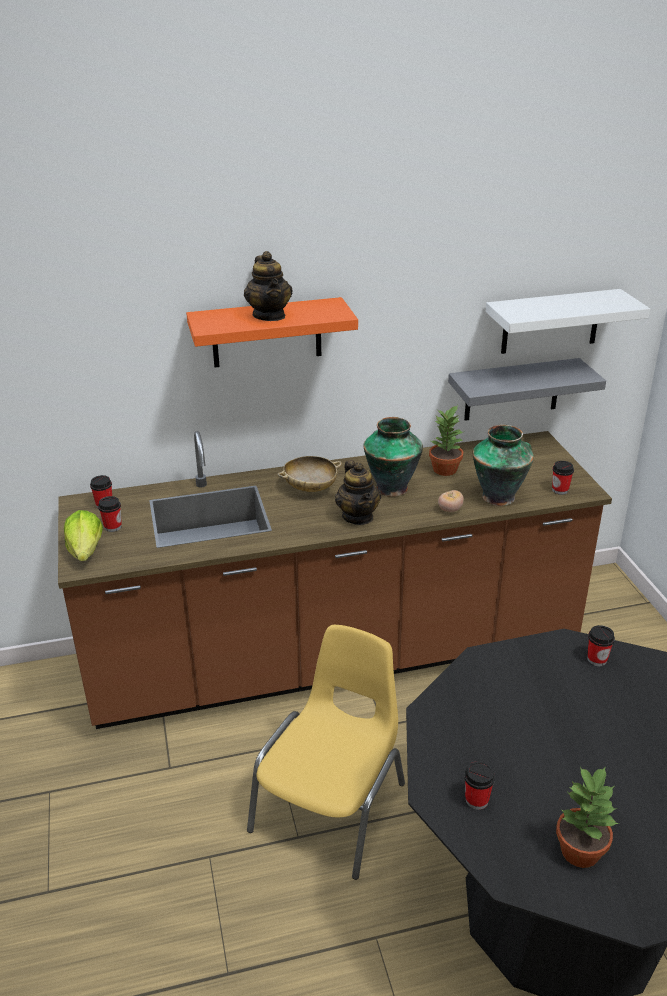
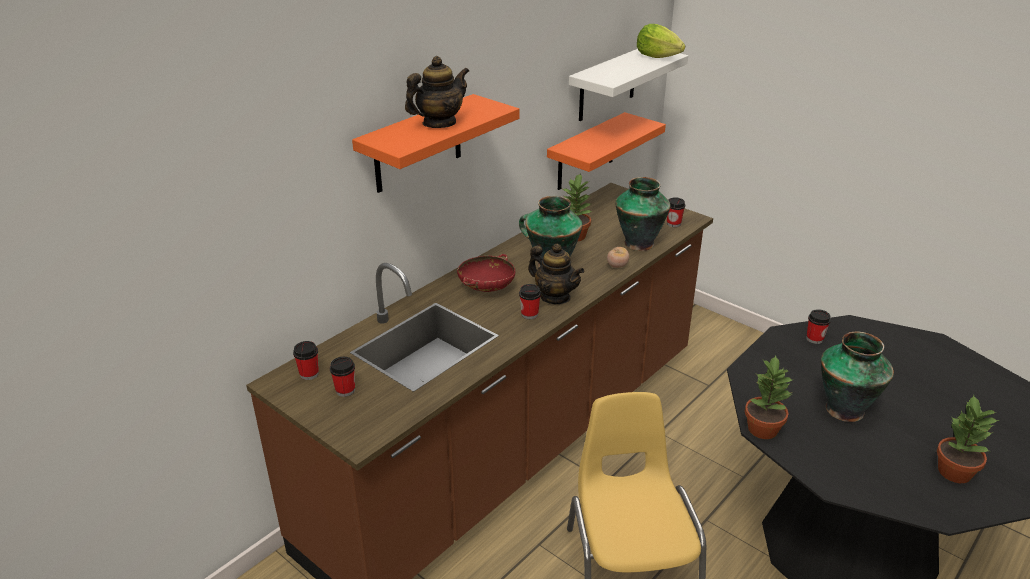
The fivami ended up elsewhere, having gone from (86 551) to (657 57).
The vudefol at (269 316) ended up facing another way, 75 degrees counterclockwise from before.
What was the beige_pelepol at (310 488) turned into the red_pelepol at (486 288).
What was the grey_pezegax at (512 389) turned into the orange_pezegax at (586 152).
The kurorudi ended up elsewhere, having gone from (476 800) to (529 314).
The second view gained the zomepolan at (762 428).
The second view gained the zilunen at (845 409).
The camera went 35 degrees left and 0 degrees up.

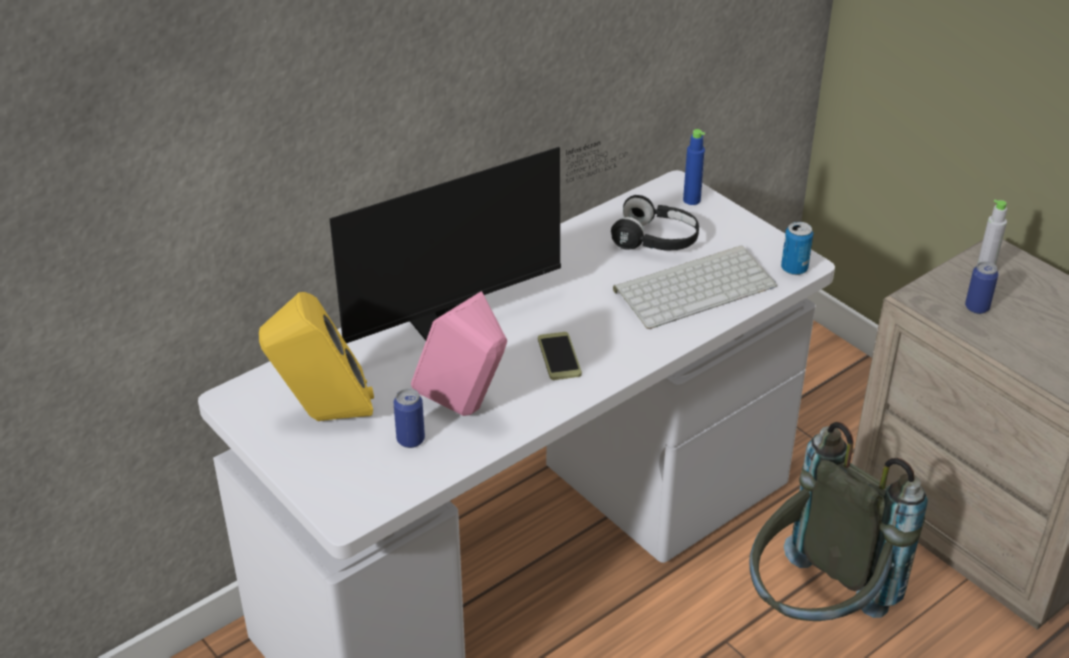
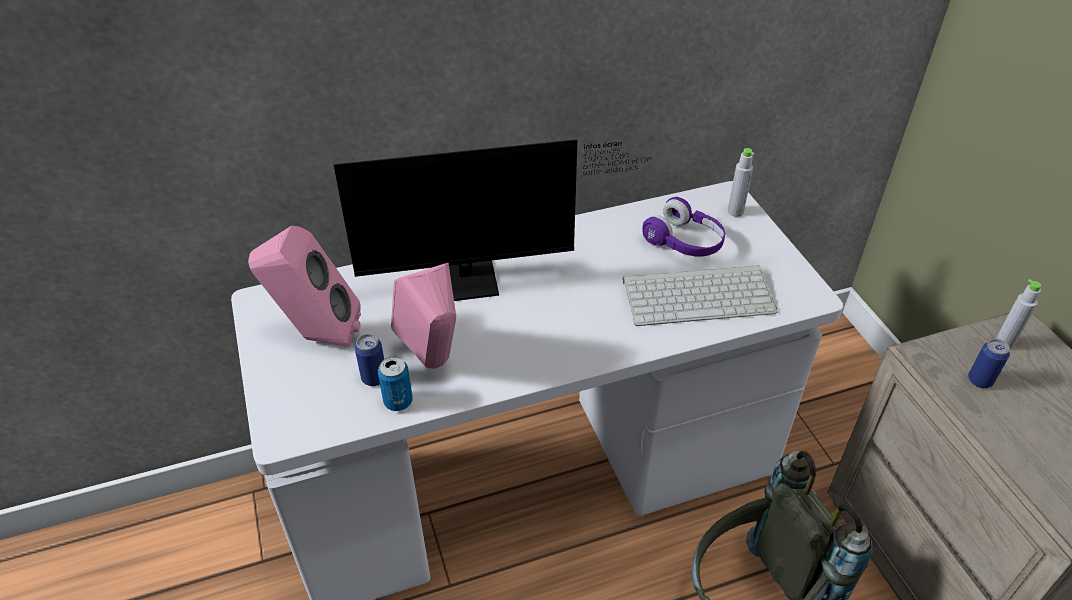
What was the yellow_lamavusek at (323 417) turned into the pink_lamavusek at (317 337).
The second view lost the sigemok at (559 357).
What was the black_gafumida at (656 240) turned into the purple_gafumida at (684 242).
What was the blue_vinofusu at (691 200) turned into the grey_vinofusu at (735 211).
The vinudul ended up elsewhere, having gone from (794 269) to (398 401).
The camera went 20 degrees right and 5 degrees up.

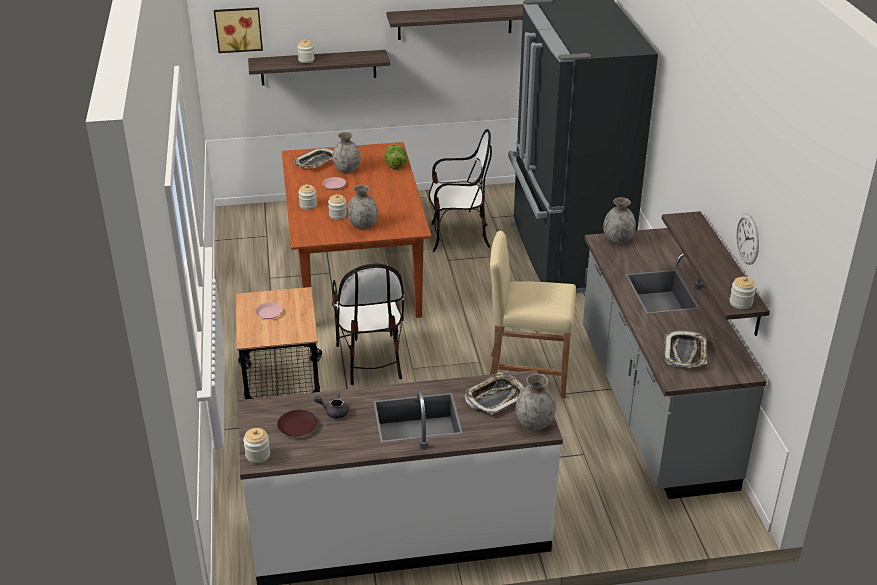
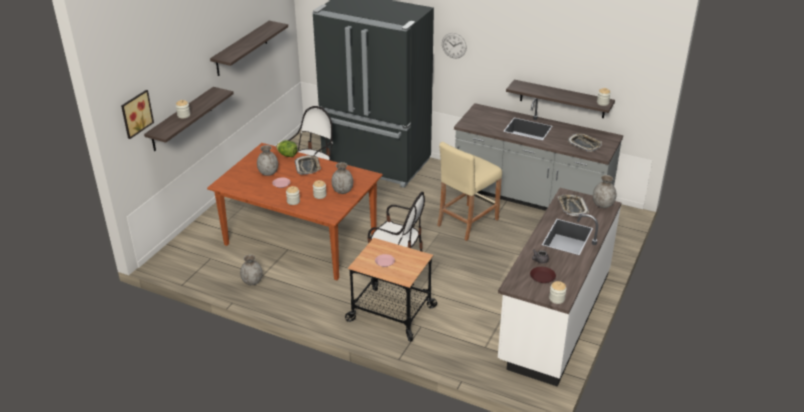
The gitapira ended up elsewhere, having gone from (316 162) to (308 167).
The grey_zilunen ended up elsewhere, having gone from (617 239) to (252 281).
The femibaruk ended up elsewhere, having gone from (748 239) to (454 45).
The camera went 55 degrees left and 0 degrees up.

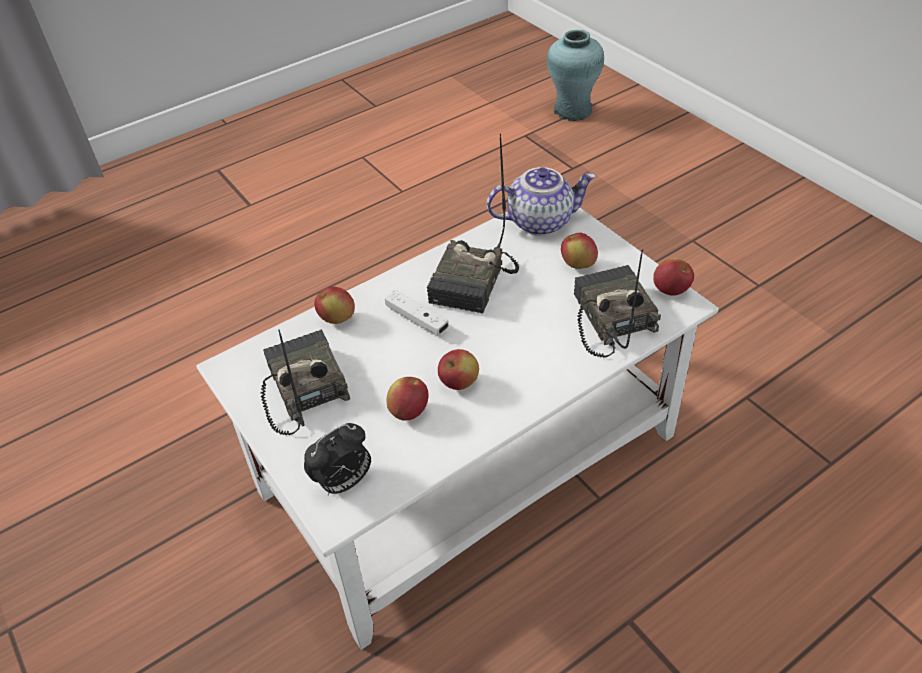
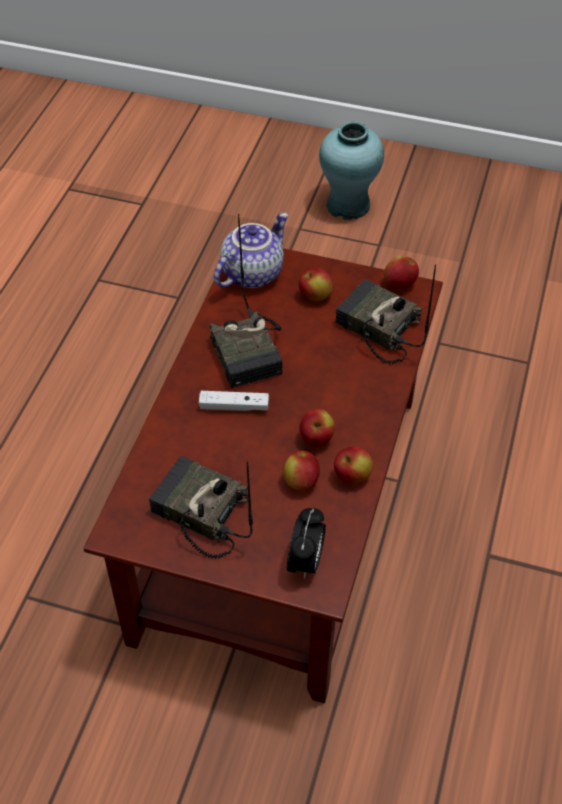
What was the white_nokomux at (471 462) turned into the brown_nokomux at (280 511).
The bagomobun ended up elsewhere, having gone from (337 319) to (352 476).
The turquoise_zilunen ended up elsewhere, having gone from (573 111) to (348 205).
The camera went 40 degrees left and 5 degrees up.

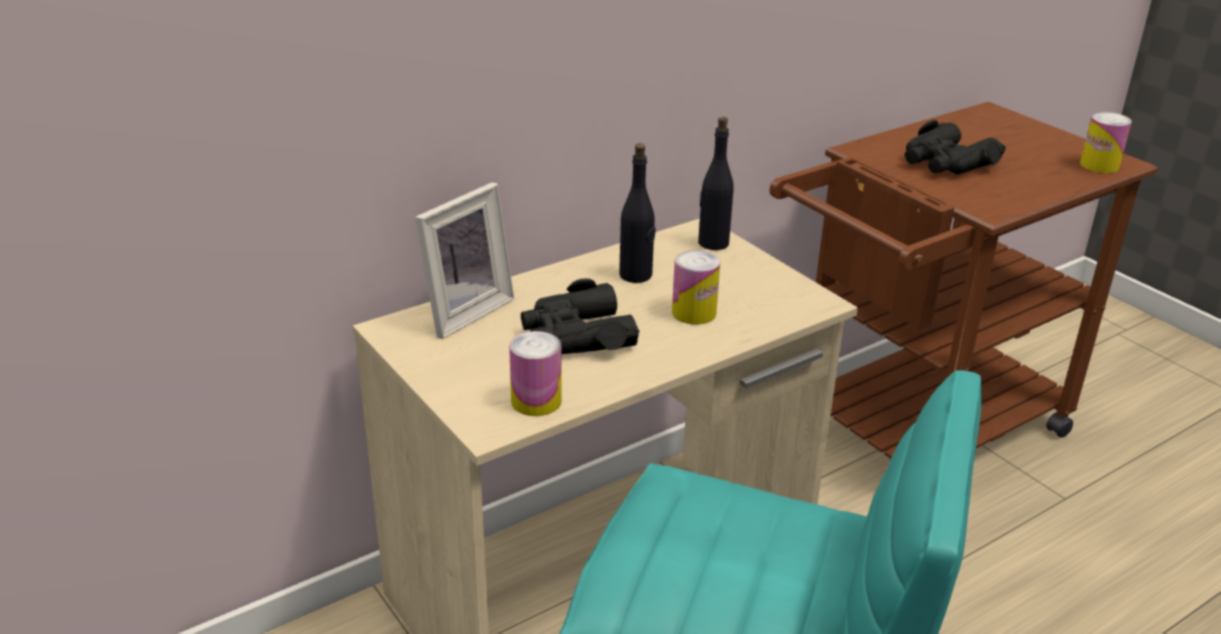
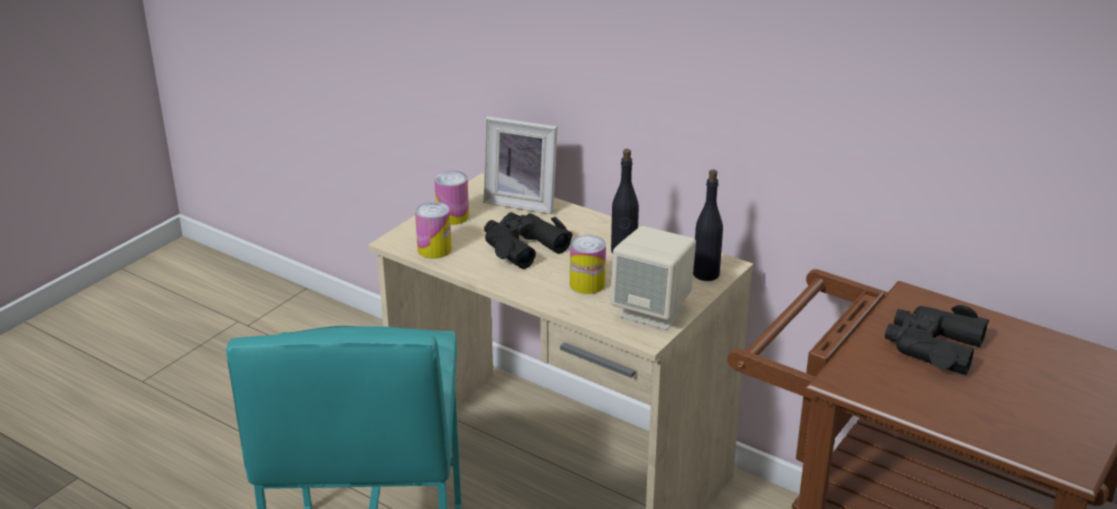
The vinudul ended up elsewhere, having gone from (1099 165) to (452 216).
The second view gained the beige_lamavusek at (652 311).
The camera went 70 degrees right and 0 degrees up.

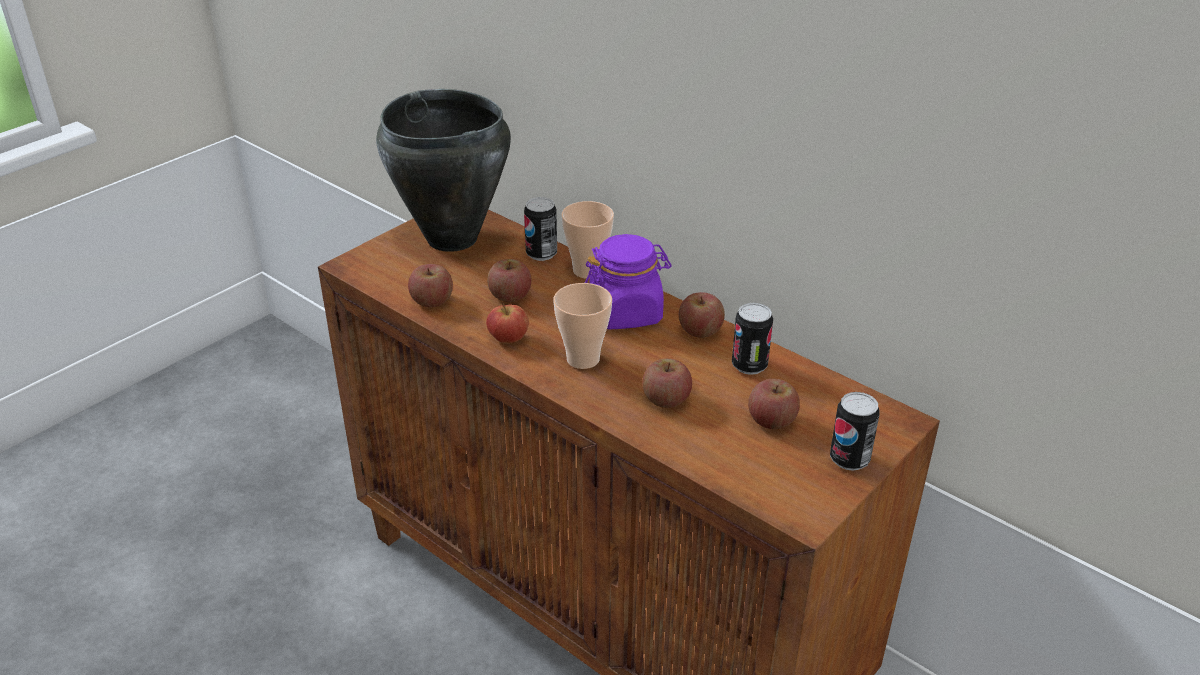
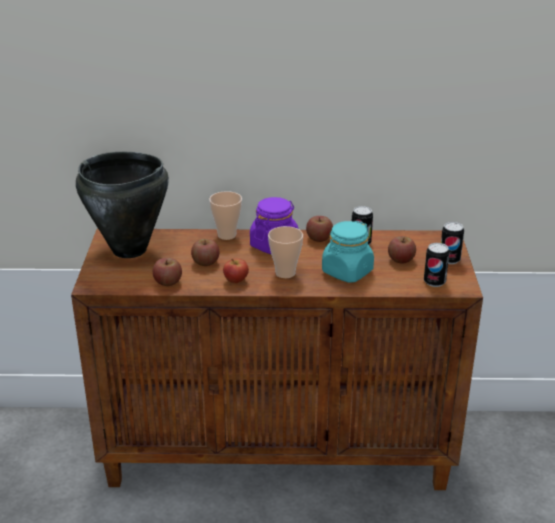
The vinudul ended up elsewhere, having gone from (541 253) to (434 282).
Where the bagomobun stood at (666 399), the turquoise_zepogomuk came to stand at (347 272).
The camera went 40 degrees left and 5 degrees down.

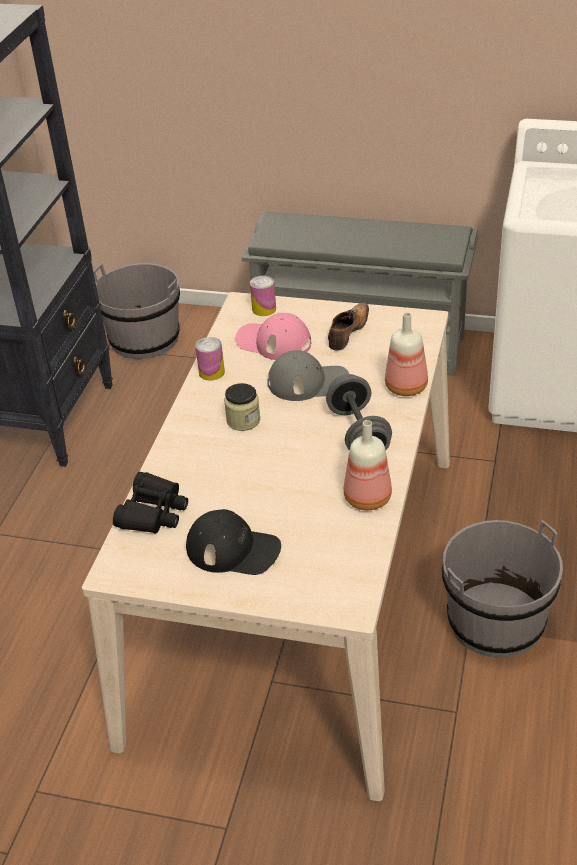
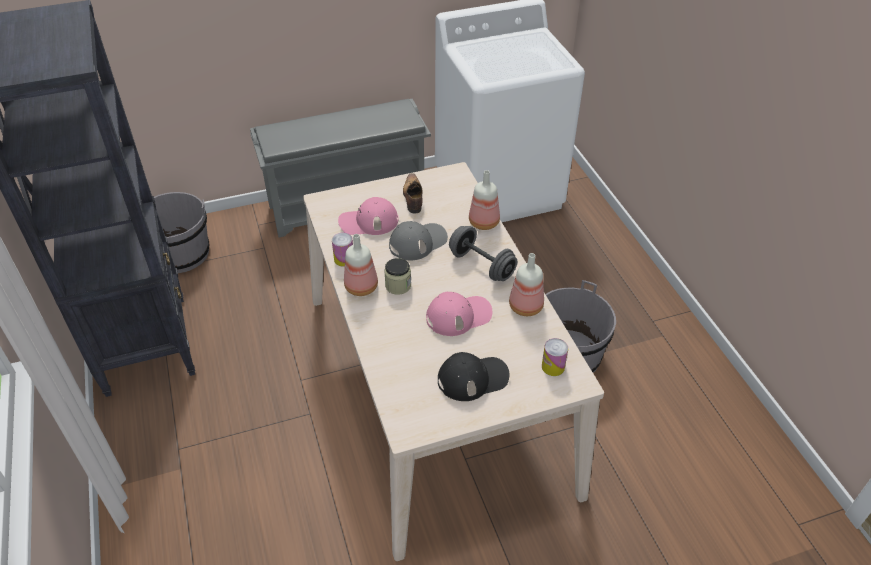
The second view lost the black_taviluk at (153 512).
The vinudul ended up elsewhere, having gone from (264 309) to (553 367).
The second view gained the vinofusu at (362 286).
The second view gained the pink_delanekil at (459 315).
The camera went 35 degrees left and 5 degrees up.

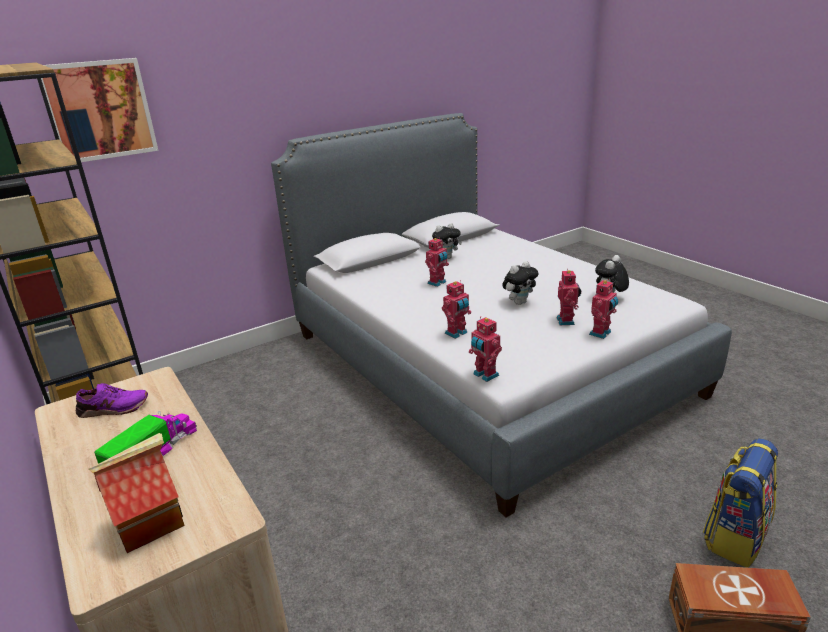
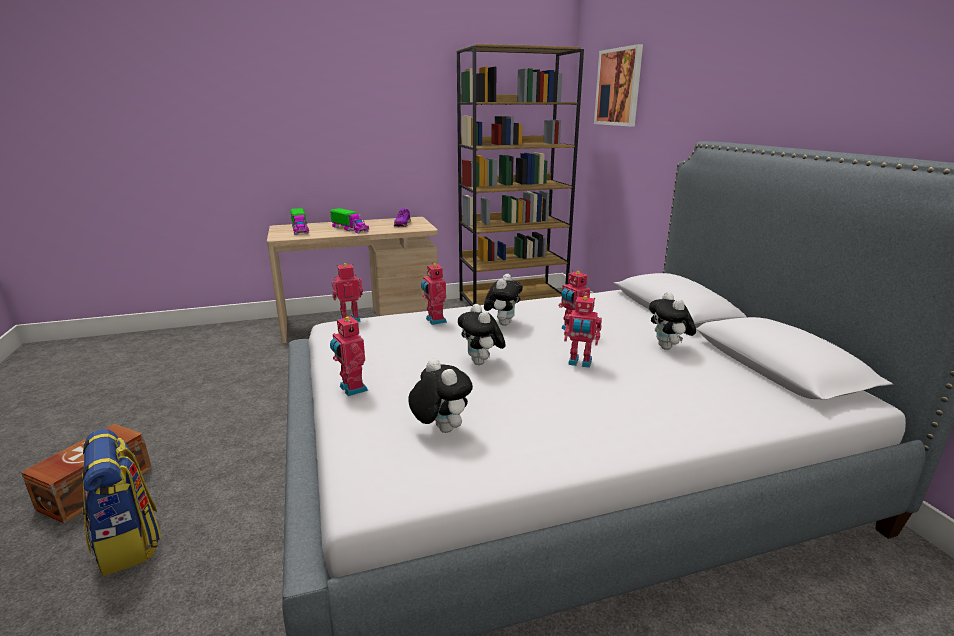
Where the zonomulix stood at (150 523), the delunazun came to stand at (300 230).
The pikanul ended up elsewhere, having gone from (567 321) to (579 363).
The second view gained the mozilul at (503 323).
The camera went 105 degrees right and 5 degrees down.

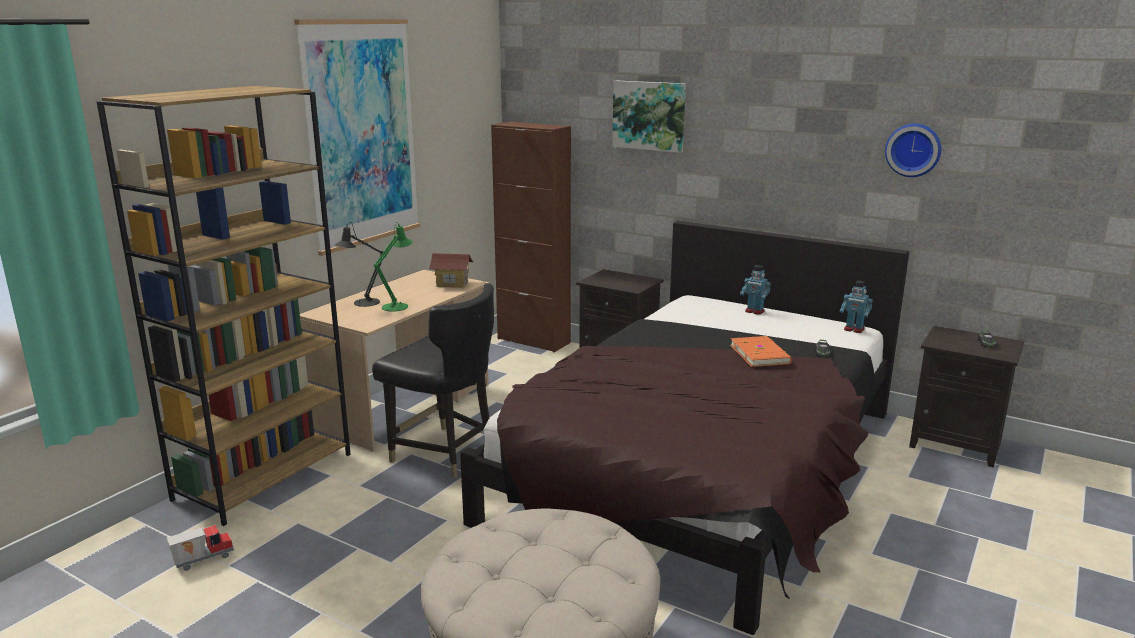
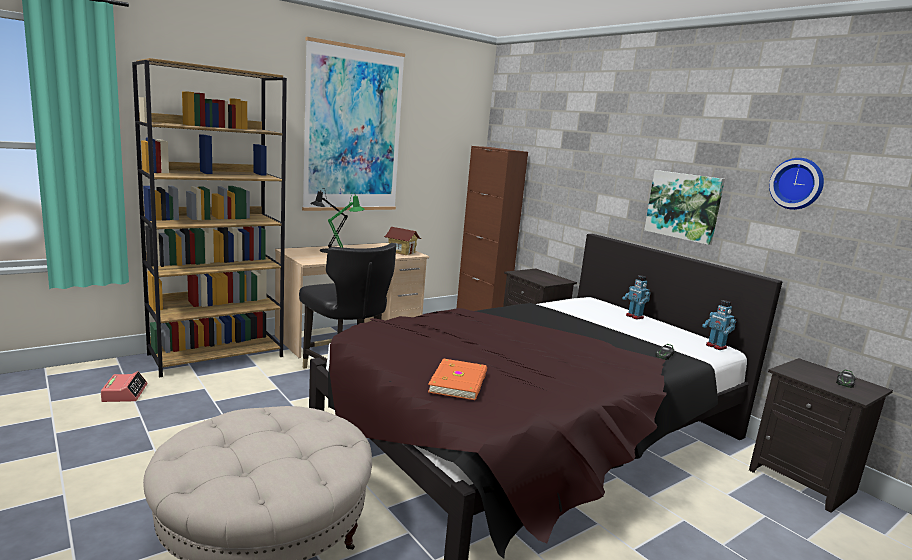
Where the delunazun stood at (203 559), the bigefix came to stand at (125 393).
The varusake ended up elsewhere, having gone from (649 115) to (684 206).
The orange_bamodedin ended up elsewhere, having gone from (760 354) to (459 382).
The camera went 20 degrees right and 5 degrees down.

